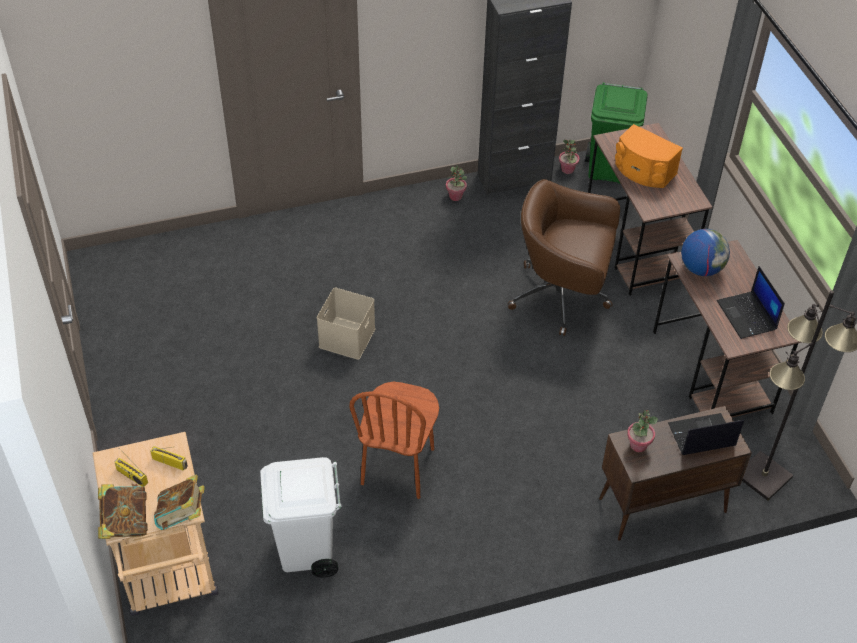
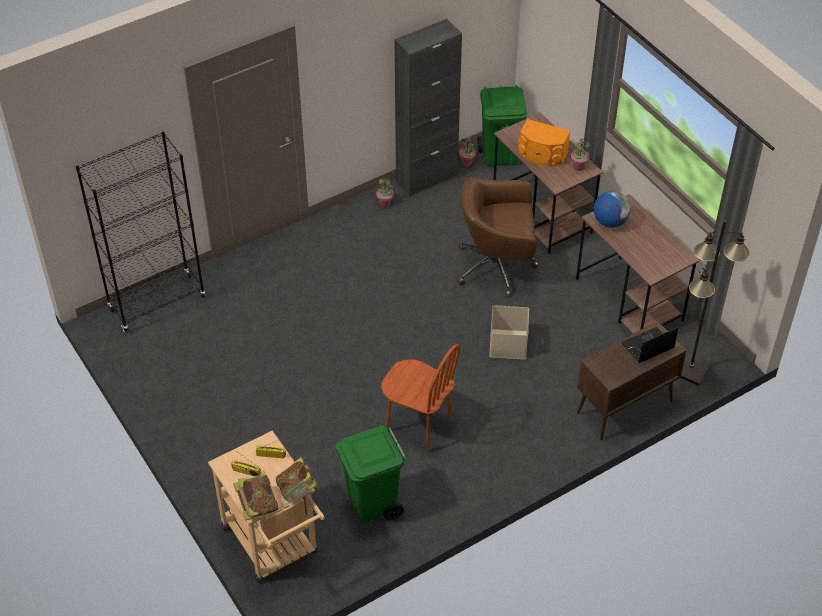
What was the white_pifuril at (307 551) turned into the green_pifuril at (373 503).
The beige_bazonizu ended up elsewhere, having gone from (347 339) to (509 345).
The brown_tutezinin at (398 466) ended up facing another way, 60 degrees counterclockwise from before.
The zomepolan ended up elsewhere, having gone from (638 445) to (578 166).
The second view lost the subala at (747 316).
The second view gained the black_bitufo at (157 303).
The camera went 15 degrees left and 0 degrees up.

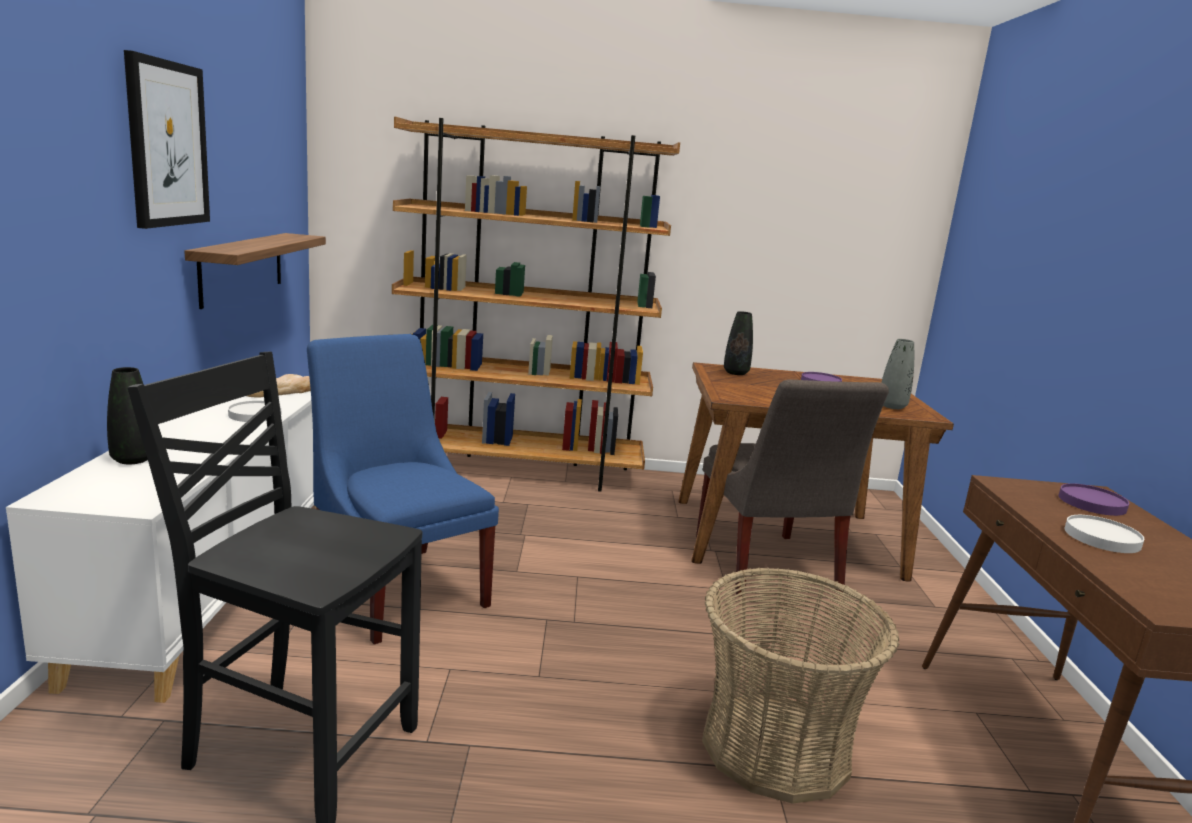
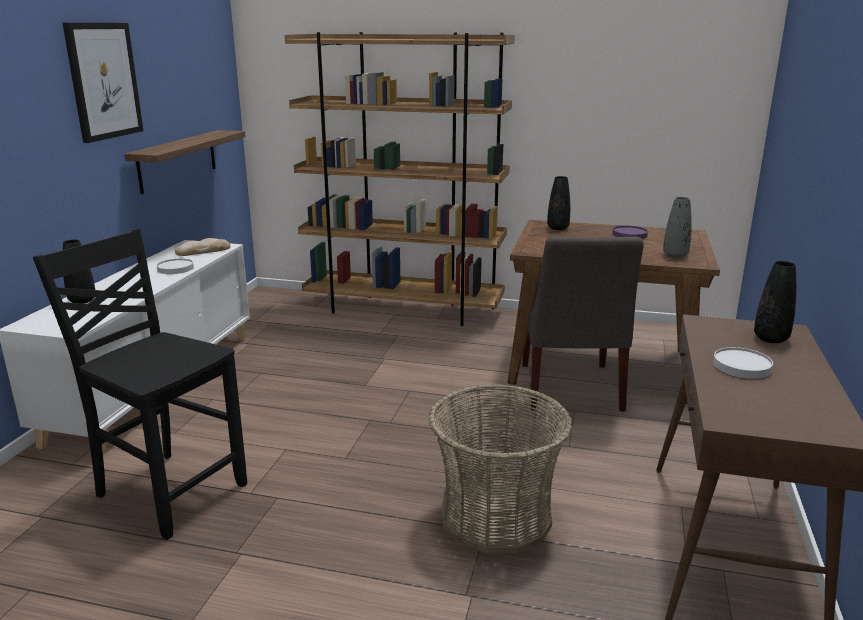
The second view lost the blue_tutezinin at (397 587).
Where the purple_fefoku stood at (1092 503), the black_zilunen came to stand at (770 338).
The camera went 15 degrees right and 5 degrees up.

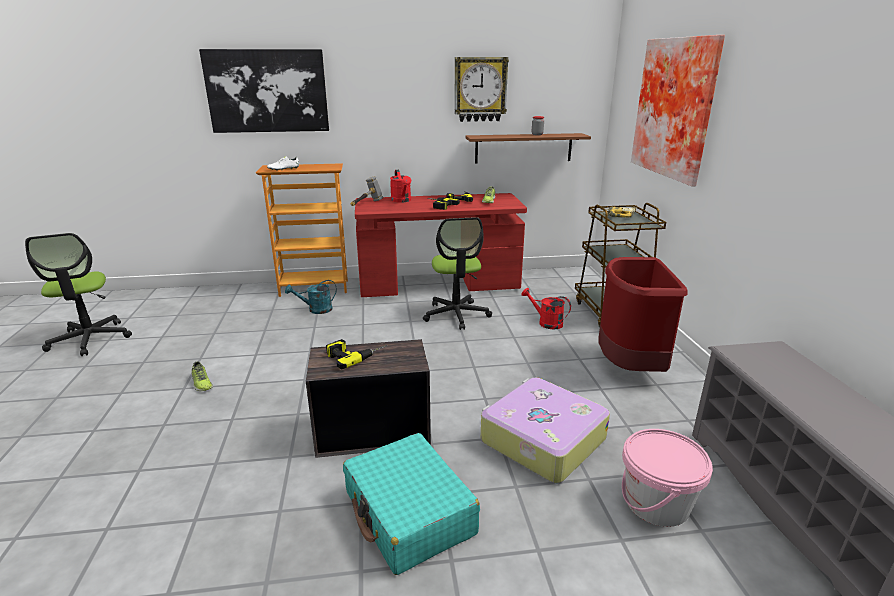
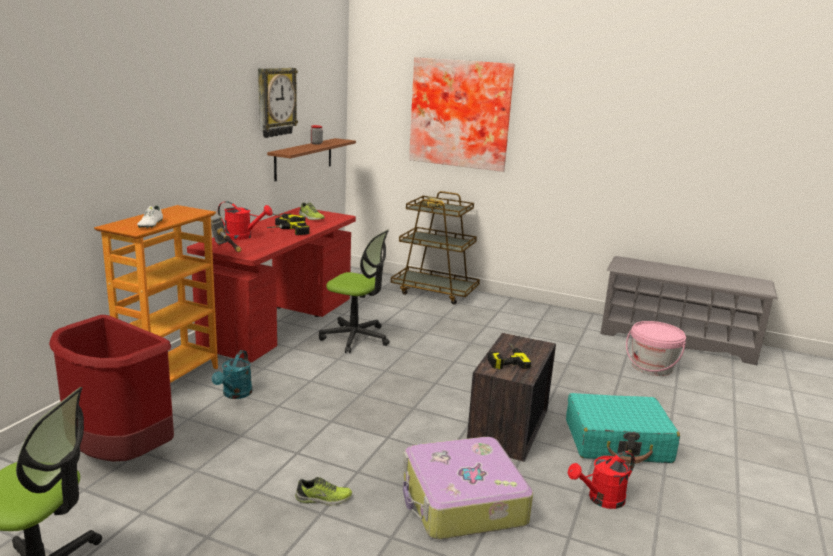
The second view lost the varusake at (267 91).
The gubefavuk ended up elsewhere, having gone from (541 440) to (462 502).
The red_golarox ended up elsewhere, having gone from (546 322) to (601 499).
The red_pifuril ended up elsewhere, having gone from (629 366) to (119 454).
The camera went 60 degrees left and 5 degrees down.

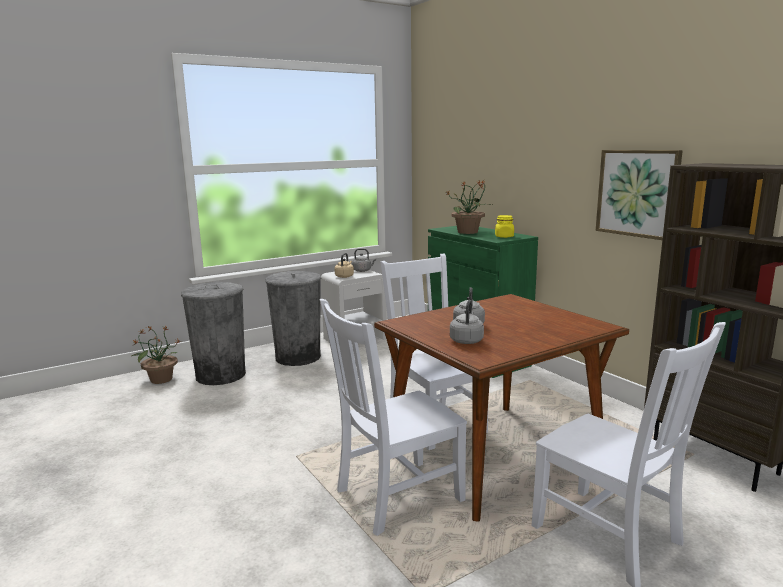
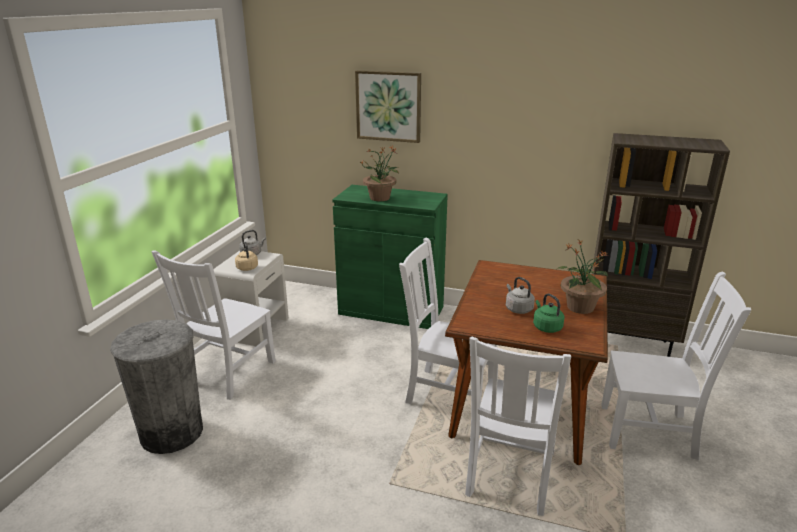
The zomepolan ended up elsewhere, having gone from (160 379) to (579 307).
Where the grey_pifuril stood at (298 357), the white_tutezinin came to stand at (228 374).
What was the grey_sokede at (466 340) turned into the green_sokede at (546 327).
The second view lost the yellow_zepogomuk at (504 236).
The varusake ended up elsewhere, having gone from (637 193) to (388 106).
The camera went 40 degrees left and 10 degrees up.

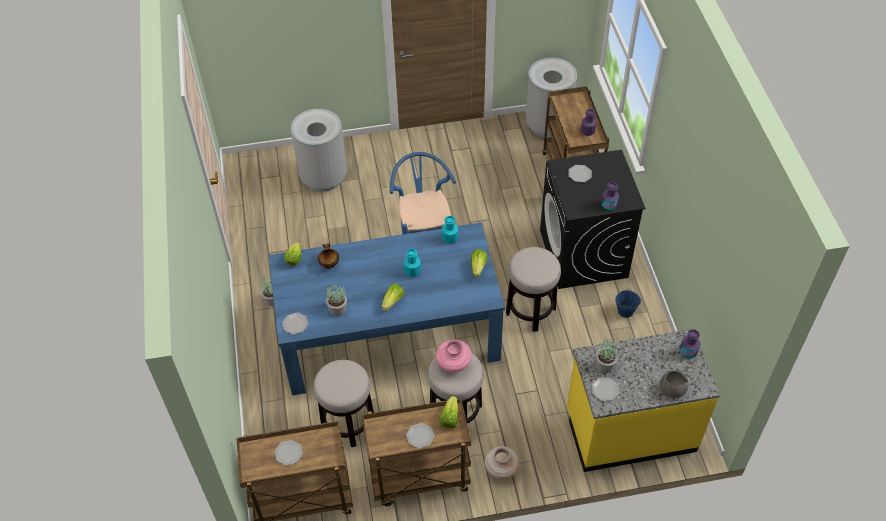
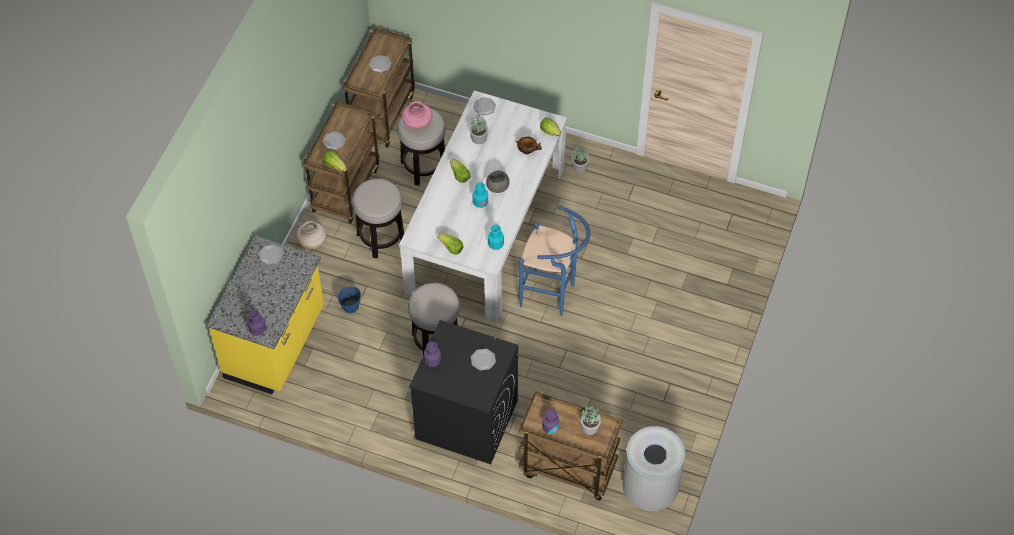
What was the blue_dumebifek at (389 335) turned into the white_dumebifek at (486 230).
The second view lost the grey_pifuril at (323 177).
The pink_zilunen ended up elsewhere, having gone from (453 364) to (417 123).
The zomepolan ended up elsewhere, having gone from (604 365) to (590 427).
The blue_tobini ended up elsewhere, having gone from (625 311) to (350 306).
The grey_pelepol ended up elsewhere, having gone from (673 389) to (497 187).
The camera went 120 degrees right and 5 degrees up.

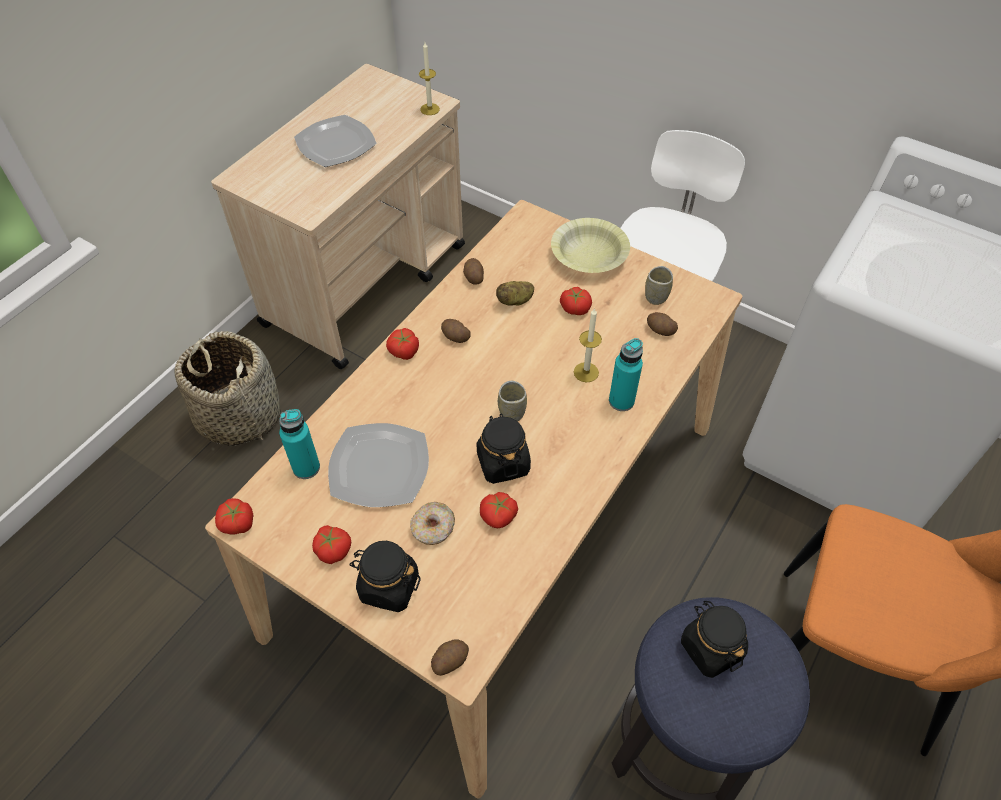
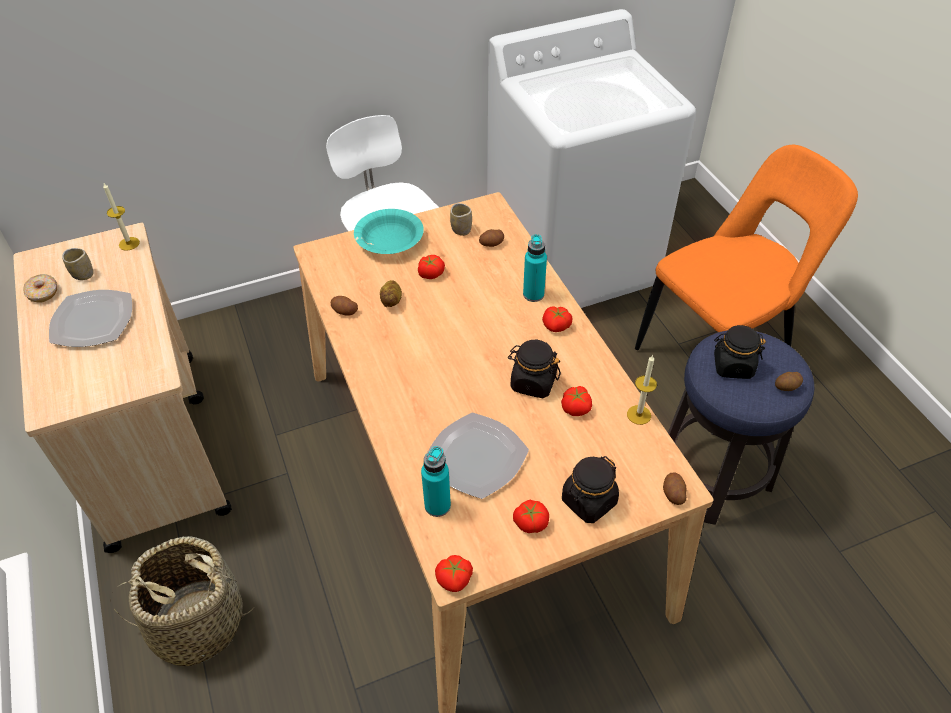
The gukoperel ended up elsewhere, having gone from (403 351) to (556 326).
The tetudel ended up elsewhere, having gone from (433 528) to (43 293).
The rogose ended up elsewhere, having gone from (455 337) to (787 387).
The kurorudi ended up elsewhere, having gone from (512 412) to (83 274).
What was the yellow_pelepol at (589 255) turned into the turquoise_pelepol at (389 241).
The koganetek ended up elsewhere, having gone from (586 372) to (639 415).
The camera went 55 degrees left and 5 degrees down.

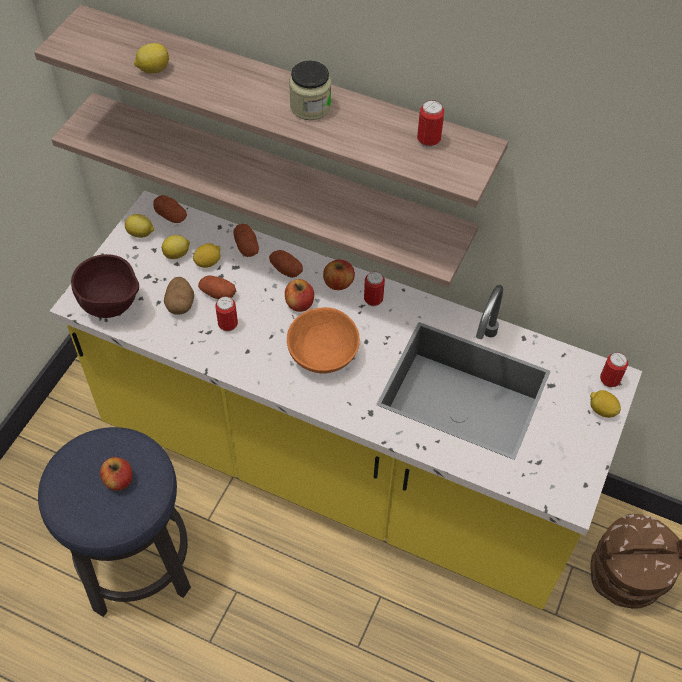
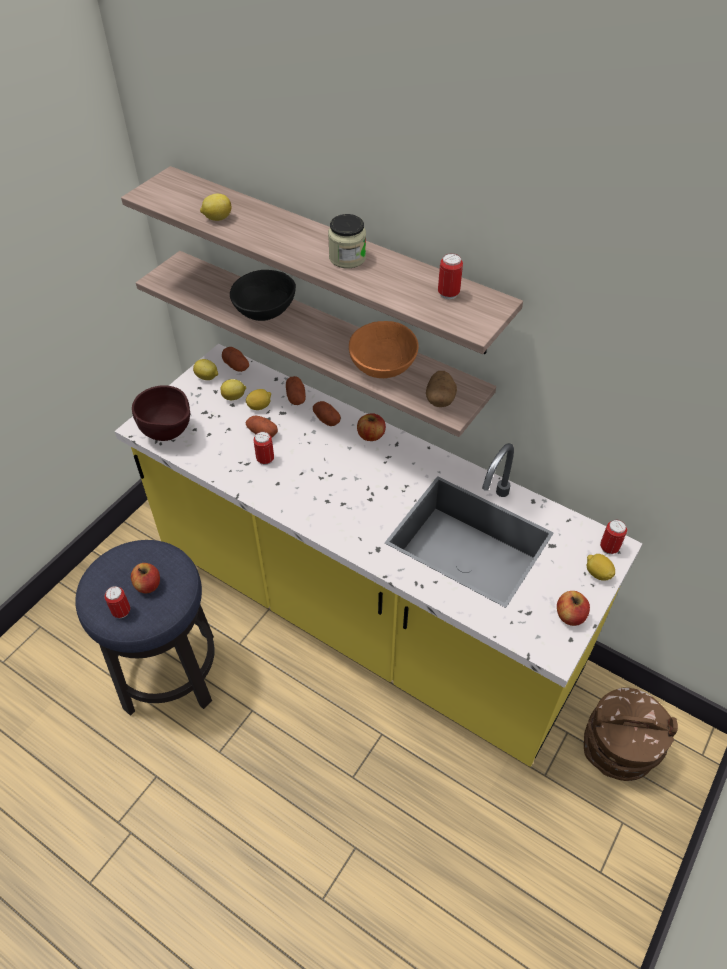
The rogose ended up elsewhere, having gone from (180 304) to (440 399).
The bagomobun ended up elsewhere, having gone from (299 304) to (570 616).
The orange_pelepol ended up elsewhere, having gone from (322 353) to (382 365).
The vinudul ended up elsewhere, having gone from (373 300) to (121 611).
The second view gained the black_pelepol at (265 310).
The camera went 10 degrees right and 5 degrees down.

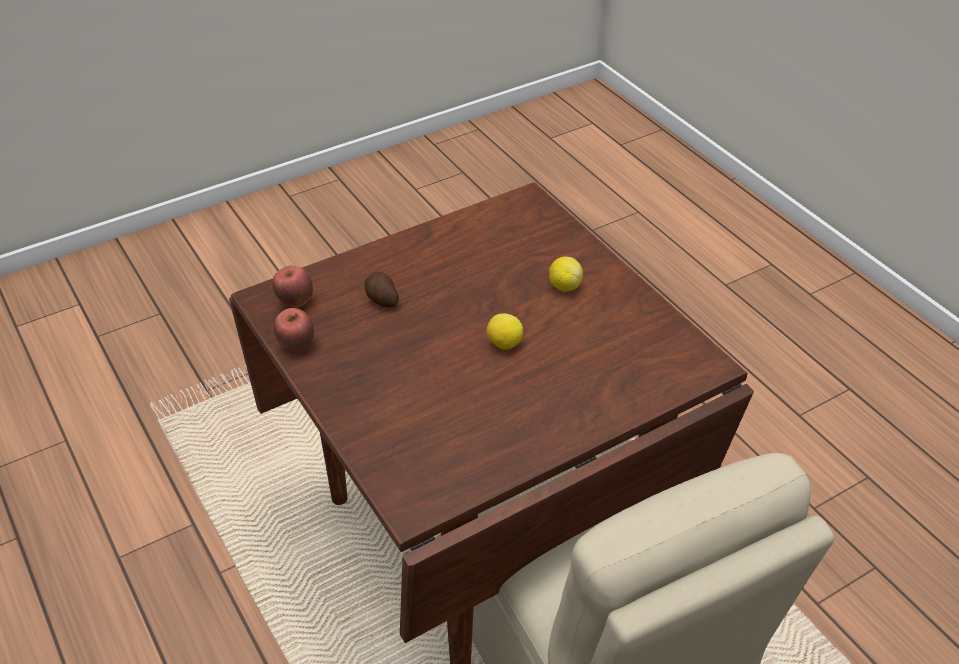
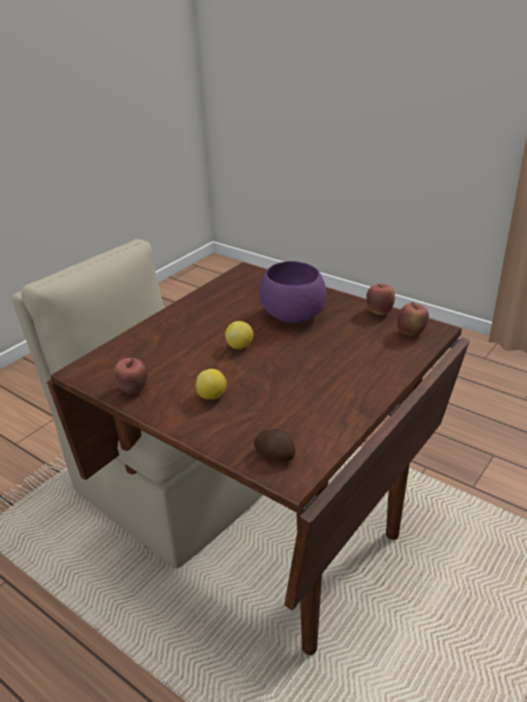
The rogose ended up elsewhere, having gone from (381 299) to (275 454).
The second view gained the bagomobun at (133 390).
The second view gained the purple_pelepol at (293 316).
The camera went 160 degrees right and 10 degrees down.

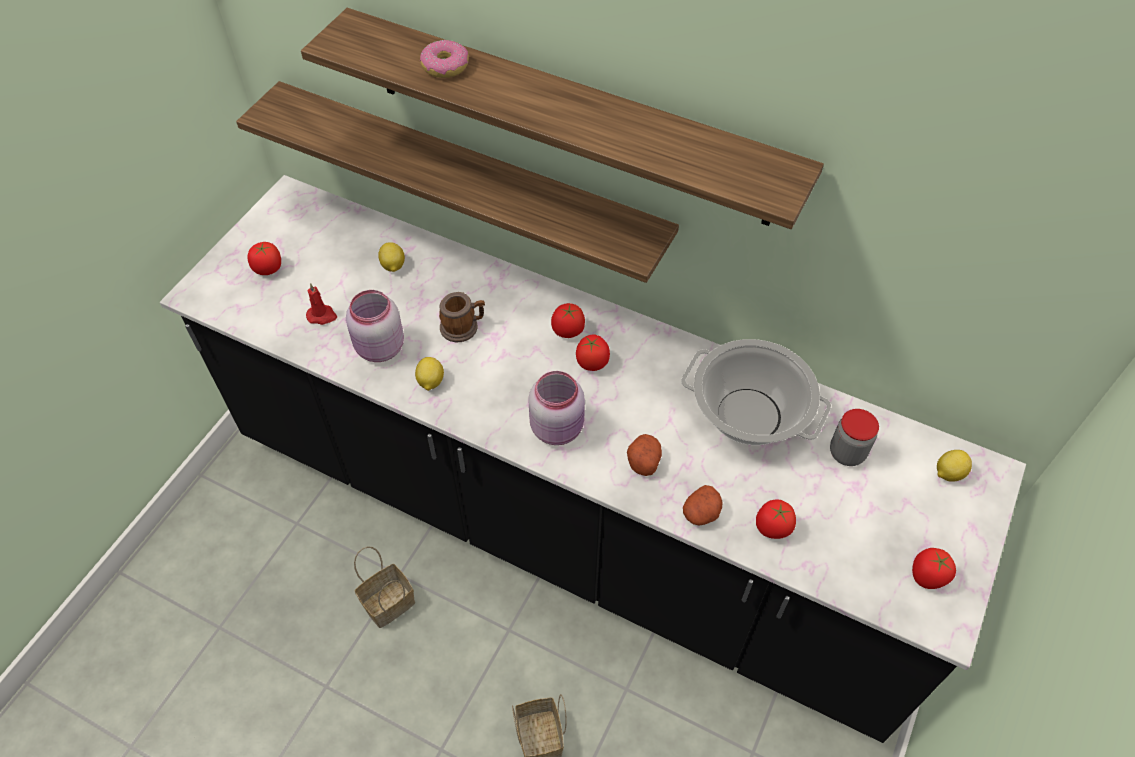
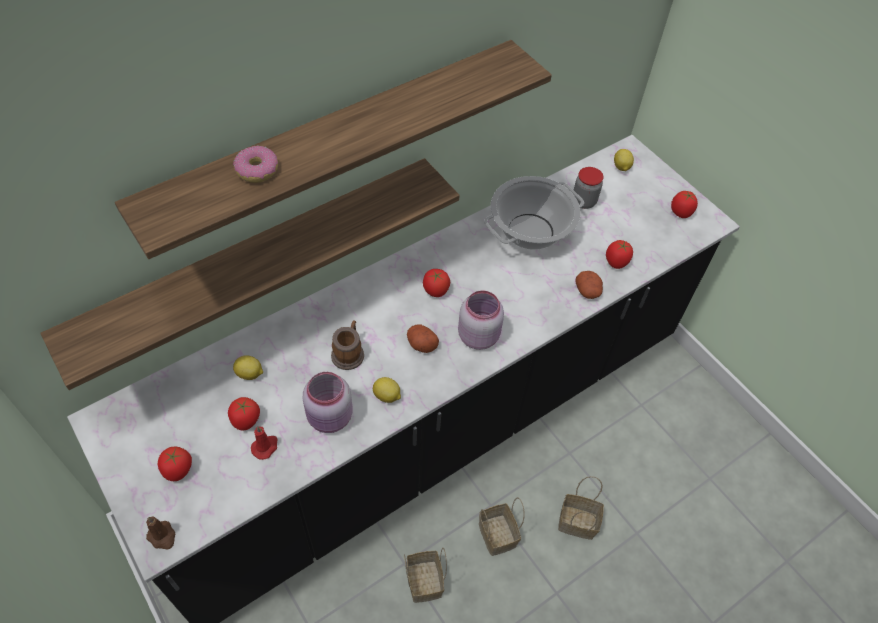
The gukoperel ended up elsewhere, having gone from (567 331) to (246 420).
The rogose ended up elsewhere, having gone from (643 460) to (421 344).
The second view gained the brown_koganetek at (162 536).
The second view gained the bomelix at (496 534).
The camera went 65 degrees left and 0 degrees up.

